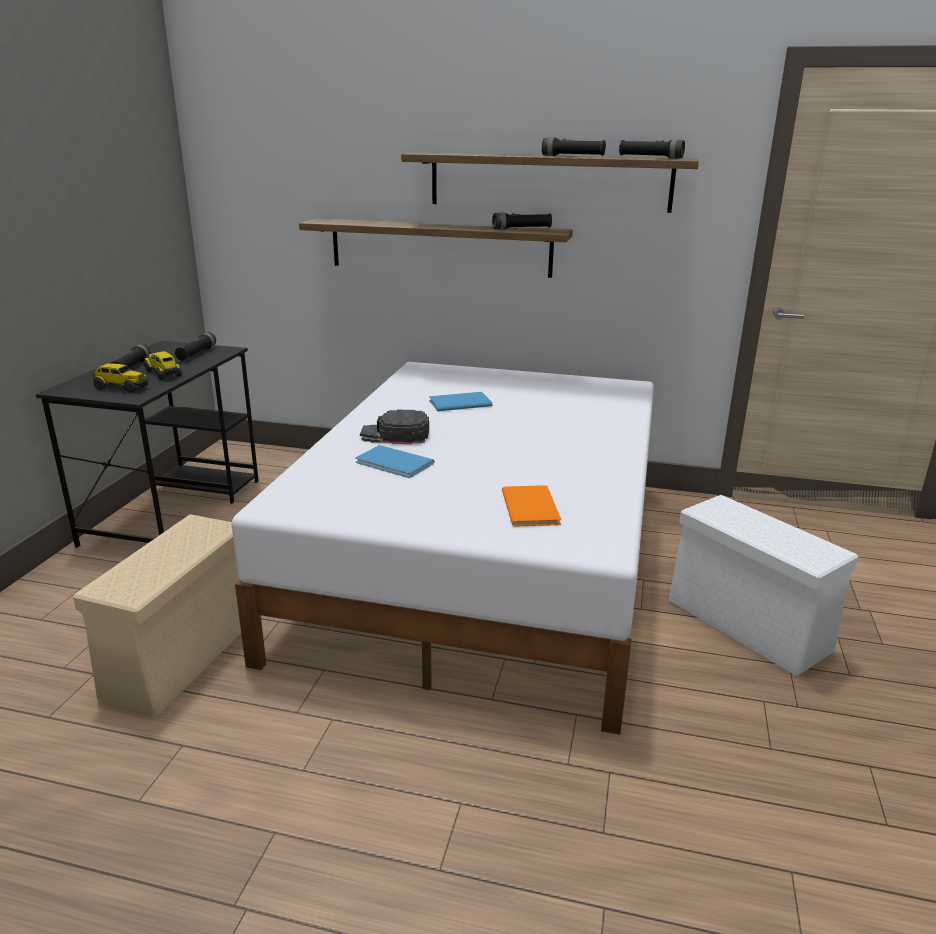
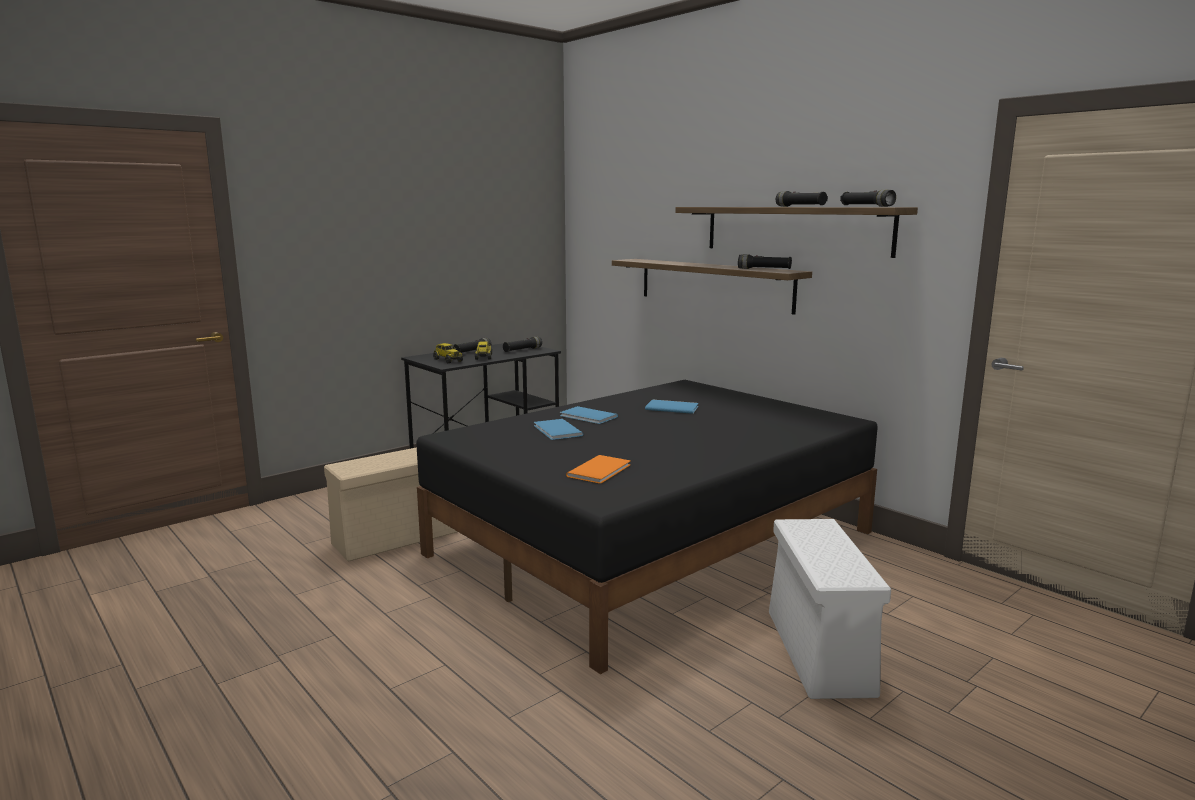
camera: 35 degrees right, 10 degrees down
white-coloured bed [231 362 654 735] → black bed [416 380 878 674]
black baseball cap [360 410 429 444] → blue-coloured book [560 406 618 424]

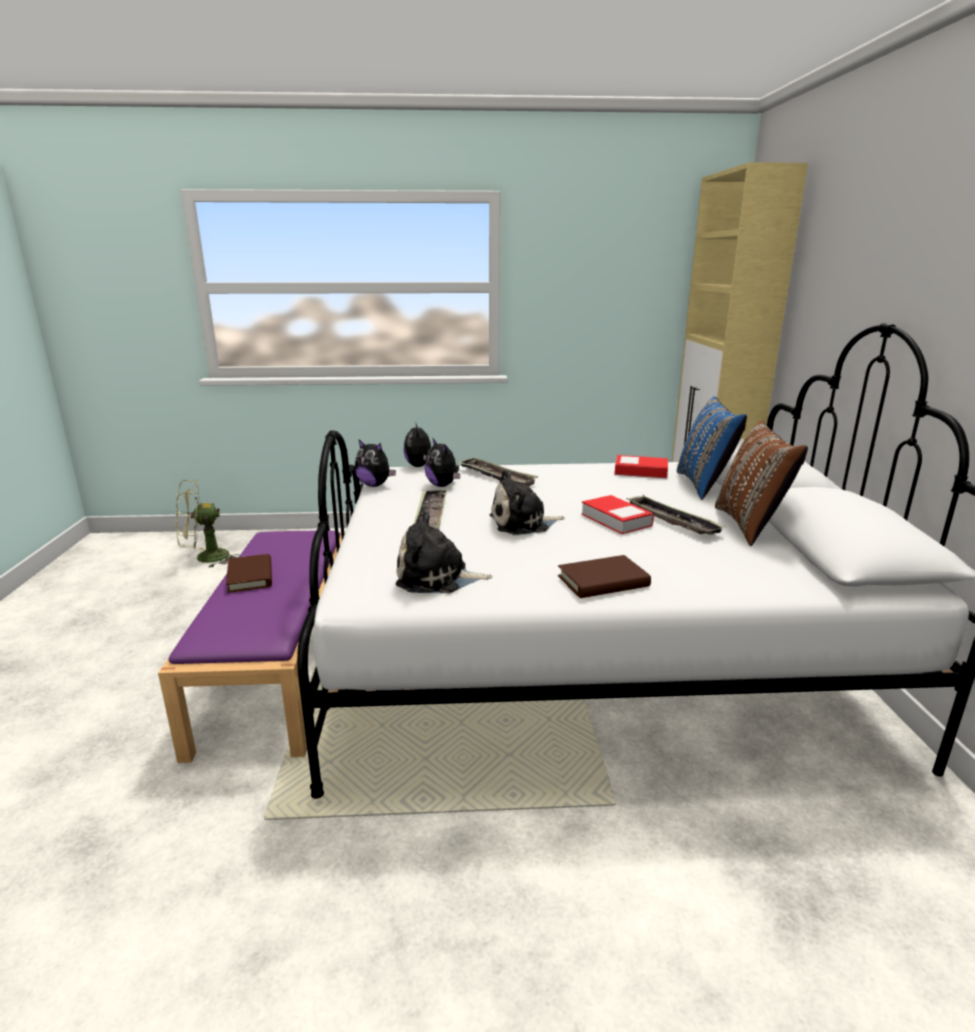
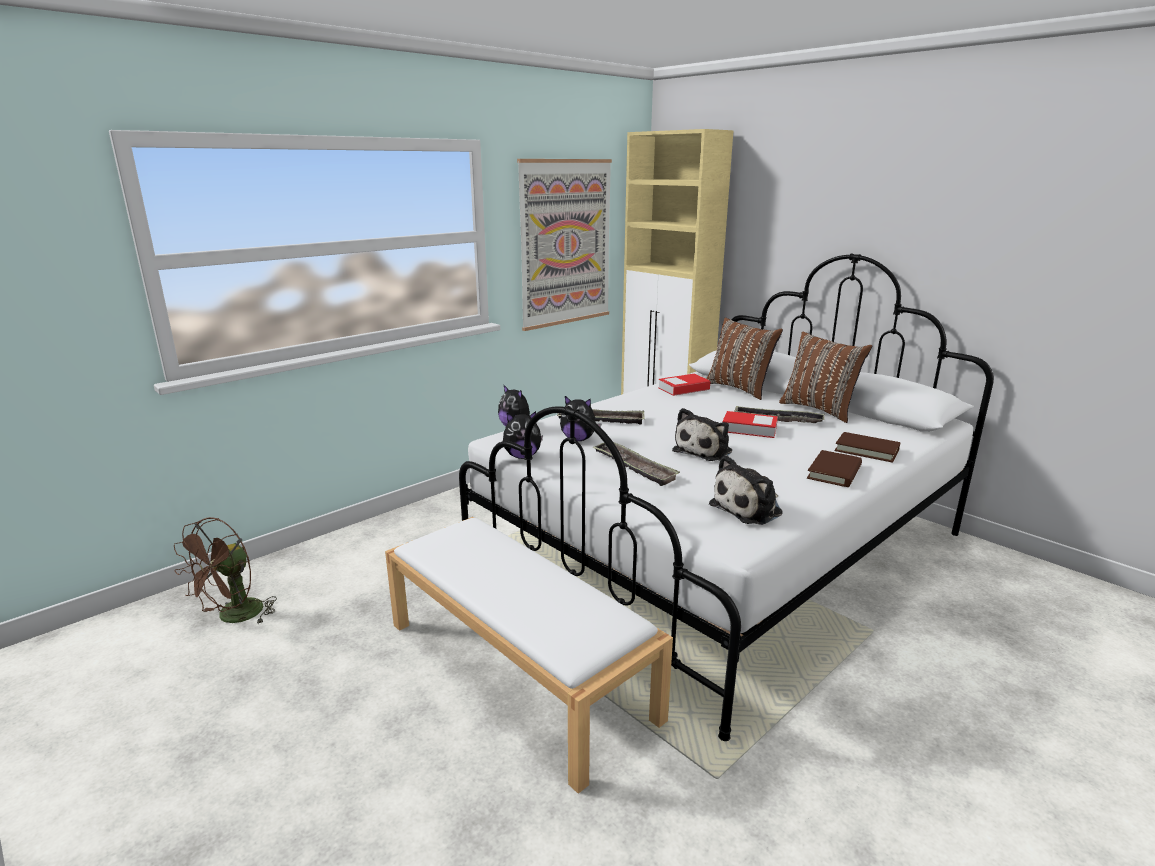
camera: 40 degrees left, 0 degrees up
green fan [176 479 239 568] → brown fan [174 517 277 624]
purple bench [158 531 345 763] → white-coloured bench [385 517 673 794]
- → wall picture [517 159 612 331]
blue-coloured pillow [677 396 747 500] → brown pillow [706 318 783 400]
brown book [226 554 272 593] → brown book [835 432 900 463], moved

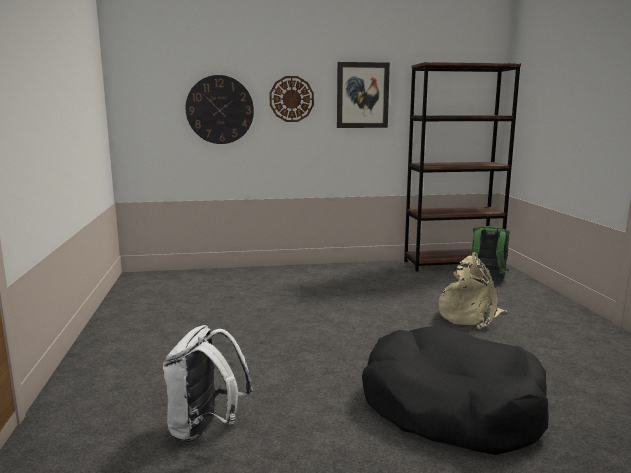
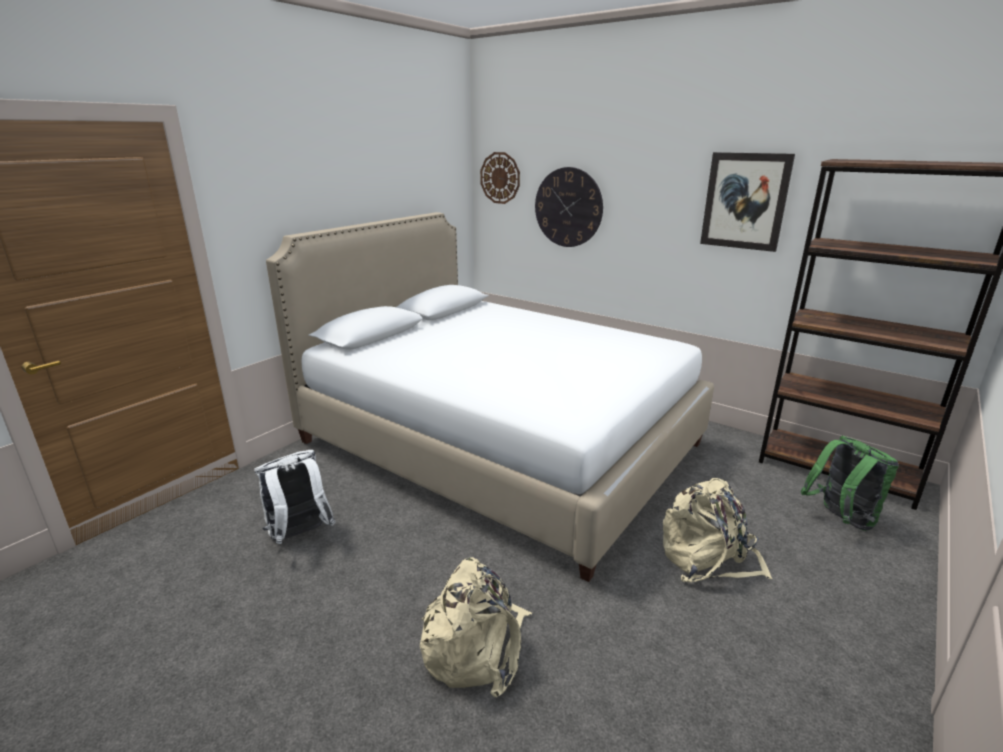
camera: 45 degrees right, 10 degrees up
- → white-coloured bed [266 212 714 582]
black dog bed [362 327 549 455] → sand-coloured backpack [420 557 532 698]
clock on the wall [269 76 314 122] → clock on the wall [480 152 520 204], moved

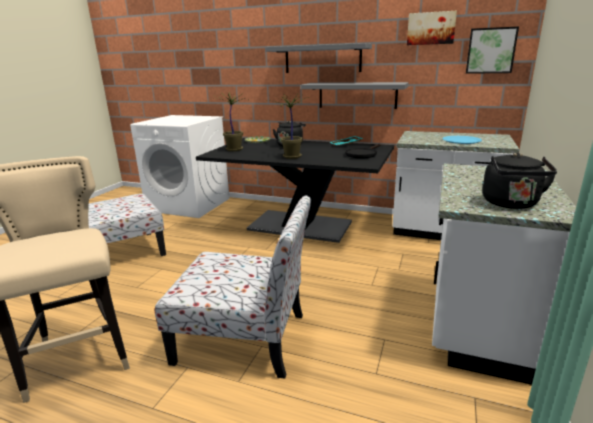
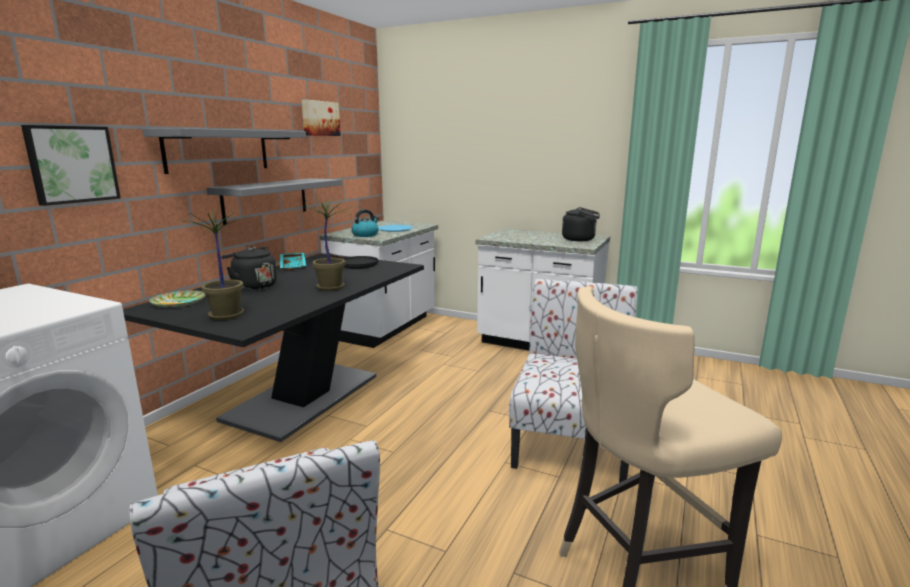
camera: 85 degrees left, 5 degrees down
wall picture [466 26 519 74] → wall picture [21 125 121 206], moved
- → kettle [351 209 379 237]

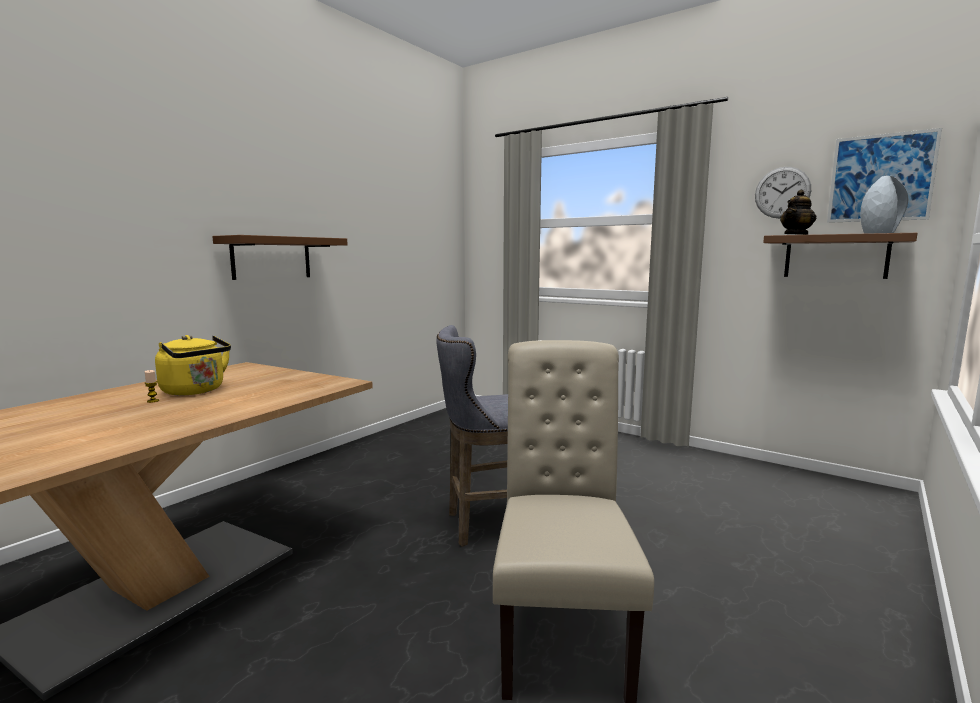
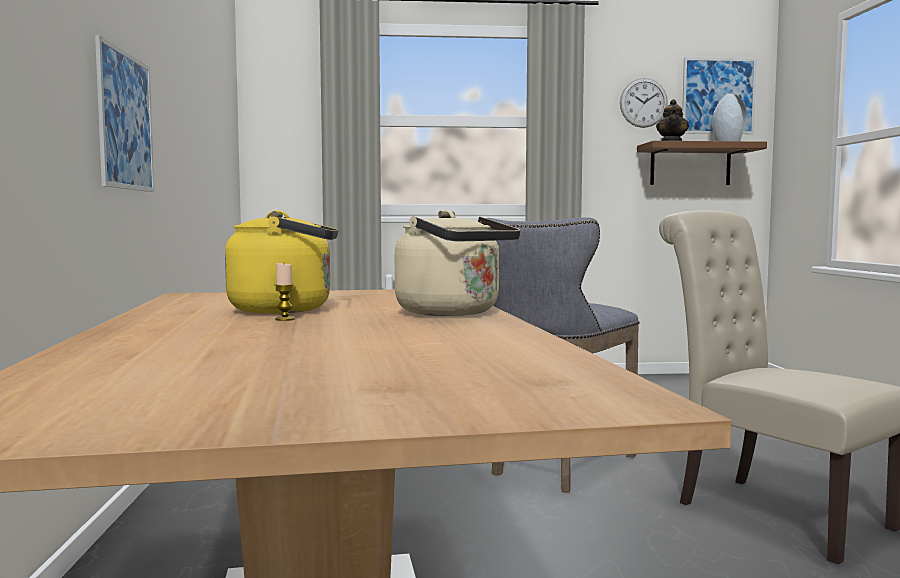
camera: 40 degrees left, 5 degrees down
brown shelf [212 235 348 280] → wall picture [95 35 154 192]
- → sand-coloured kettle [395 210 520 316]

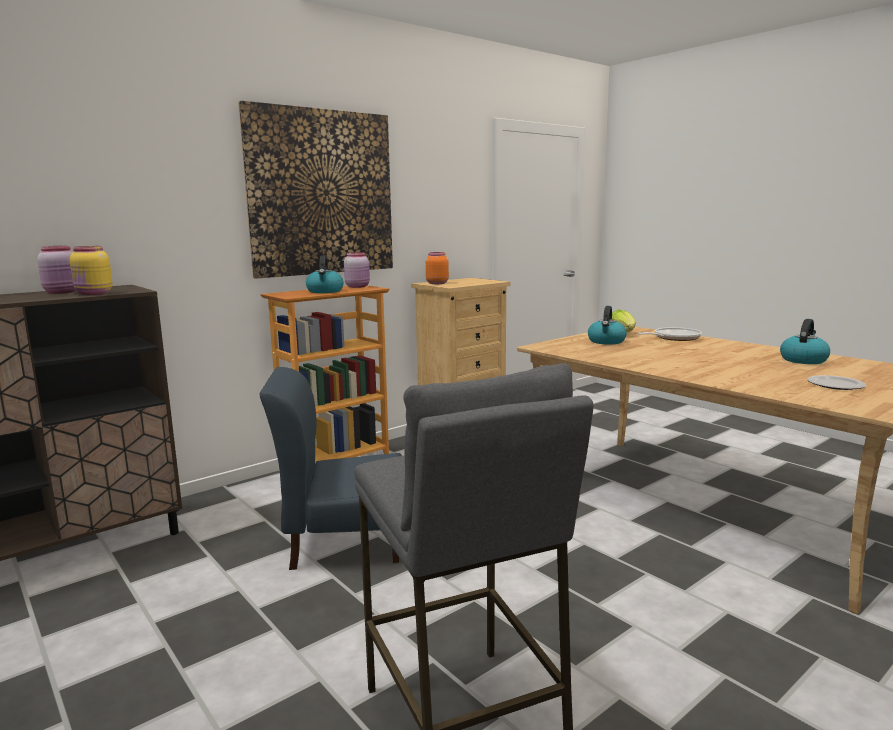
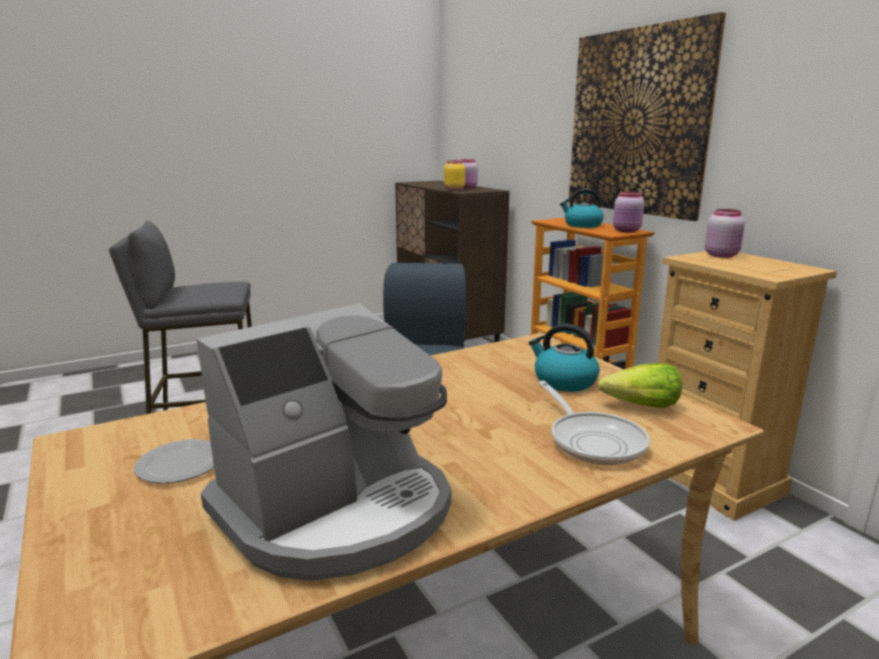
camera: 100 degrees right, 5 degrees up
kettle [780 319 830 364] → coffee maker [196 303 452 581]
orangey preserve jar [426 252 449 284] → pink-coloured preserve jar [705 209 745 258]

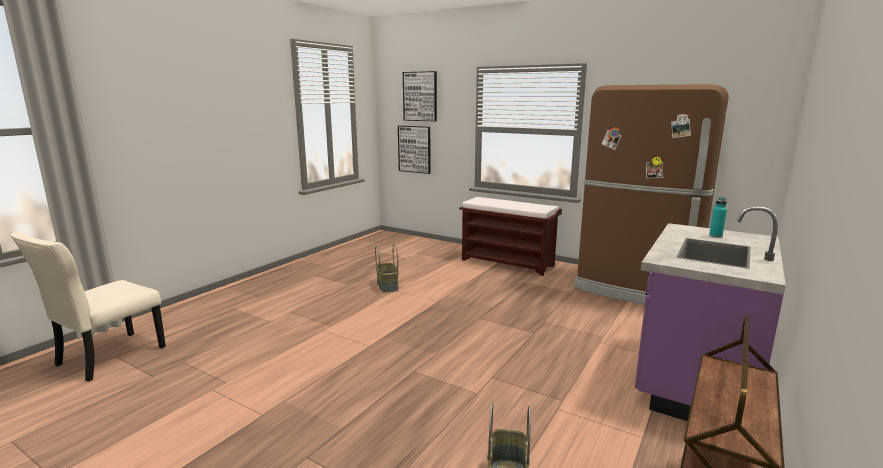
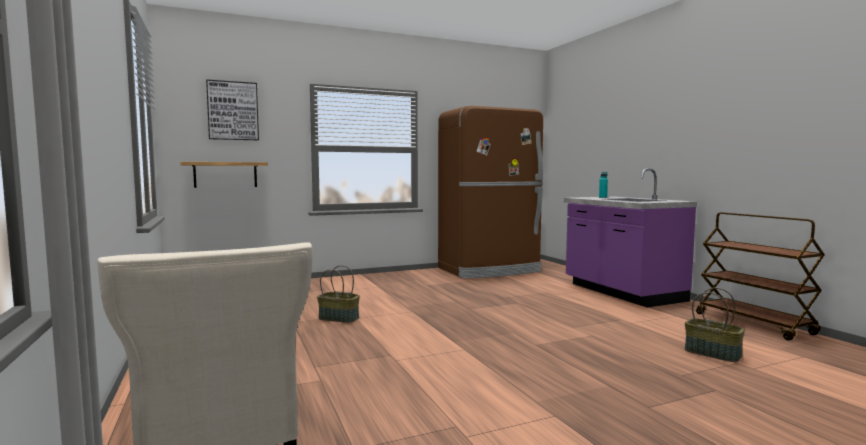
camera: 55 degrees left, 10 degrees down
wall picture [398 126 431 174] → shelf [180 162 268 188]
brown bench [459 197 562 276] → -

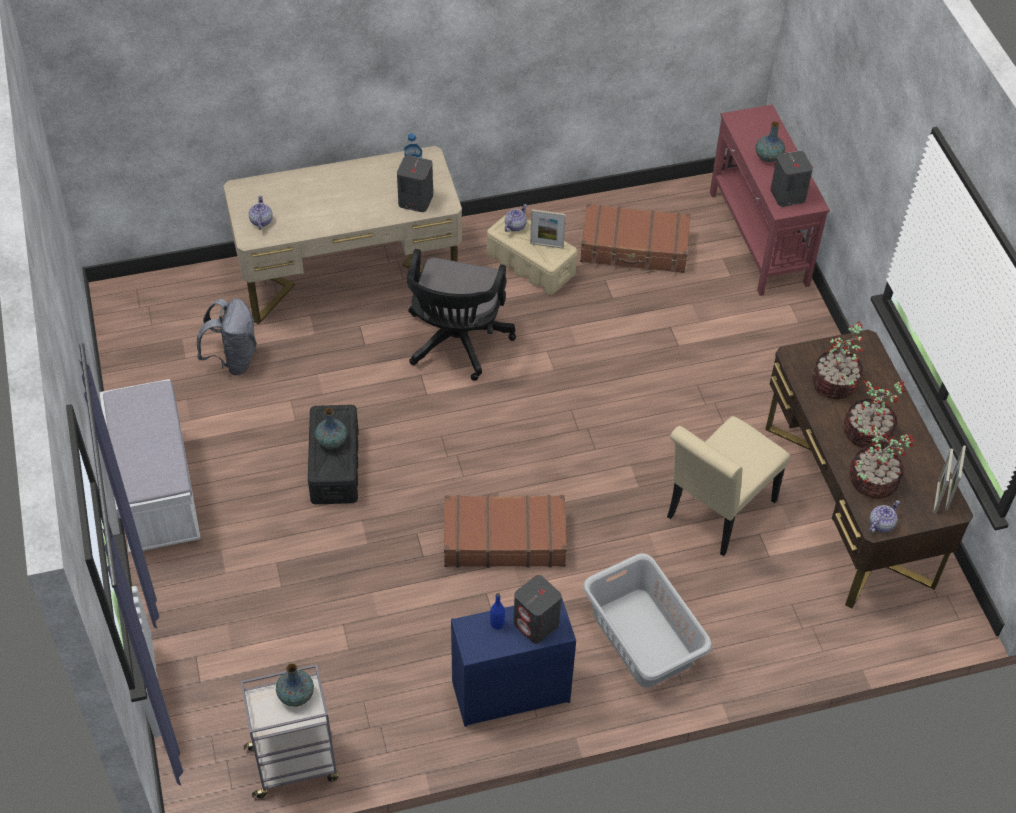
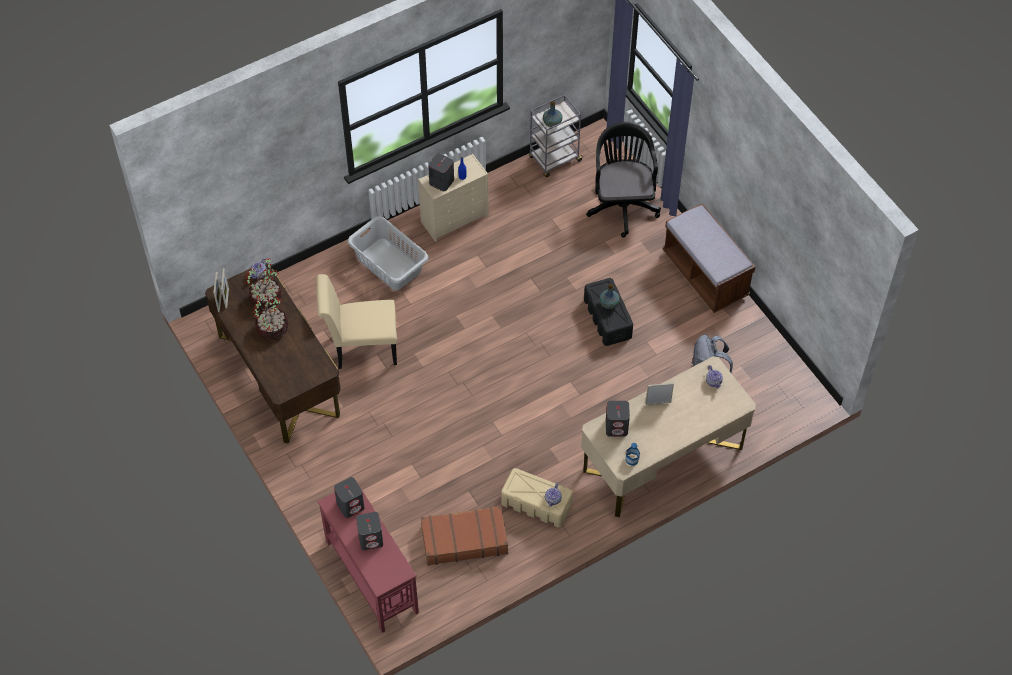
camera: 165 degrees right, 5 degrees up
sand-coloured chair [667 416 790 556] → sand-coloured chair [316 274 397 369], 120 degrees counterclockwise
decorative vase [755 121 785 162] → grey audio speaker [356 512 383 551]
blue-coloured chest of drawers [451 599 576 727] → sand-coloured chest of drawers [418 154 489 242]
black desk chair [406 249 516 381] → black desk chair [586 122 661 237], moved
photo frame [530 209 566 249] → photo frame [646 383 674 405], moved
white-coloured bench [99 379 201 554] → brown bench [663 203 755 313]
brown piece of luggage [444 495 567 568] → -
houseplant [812 321 864 399] → -

